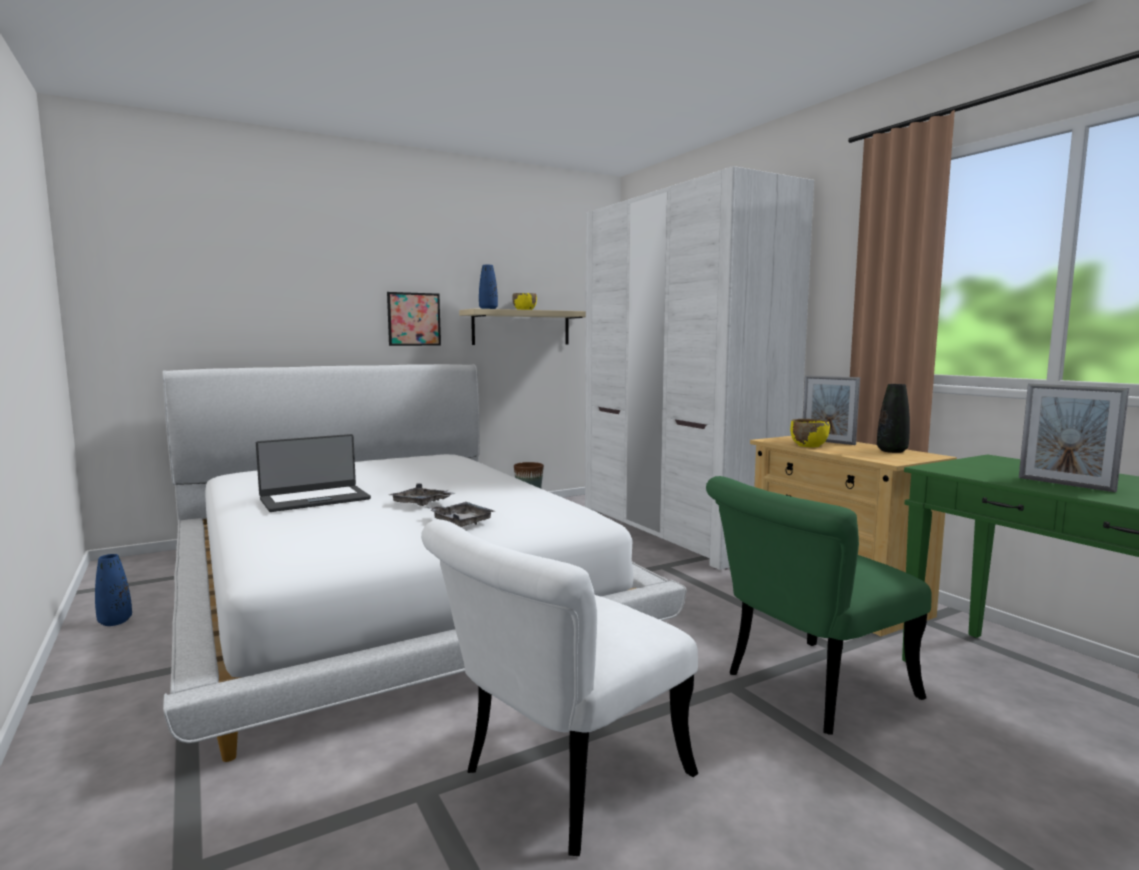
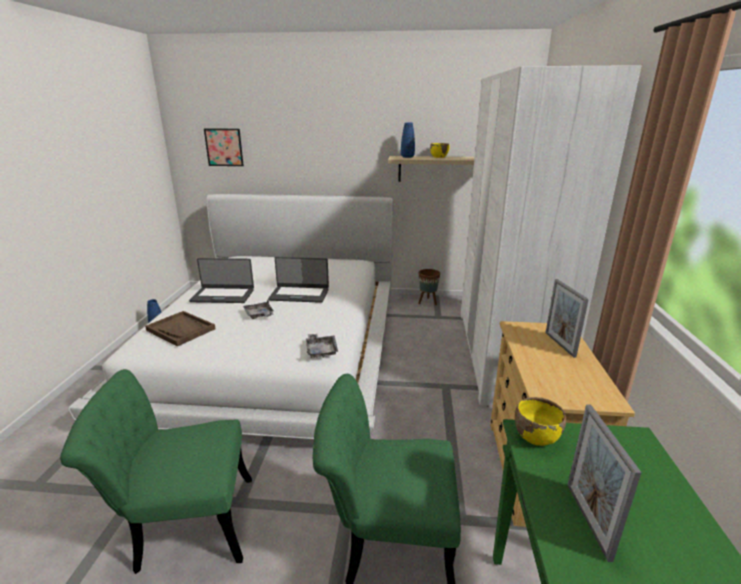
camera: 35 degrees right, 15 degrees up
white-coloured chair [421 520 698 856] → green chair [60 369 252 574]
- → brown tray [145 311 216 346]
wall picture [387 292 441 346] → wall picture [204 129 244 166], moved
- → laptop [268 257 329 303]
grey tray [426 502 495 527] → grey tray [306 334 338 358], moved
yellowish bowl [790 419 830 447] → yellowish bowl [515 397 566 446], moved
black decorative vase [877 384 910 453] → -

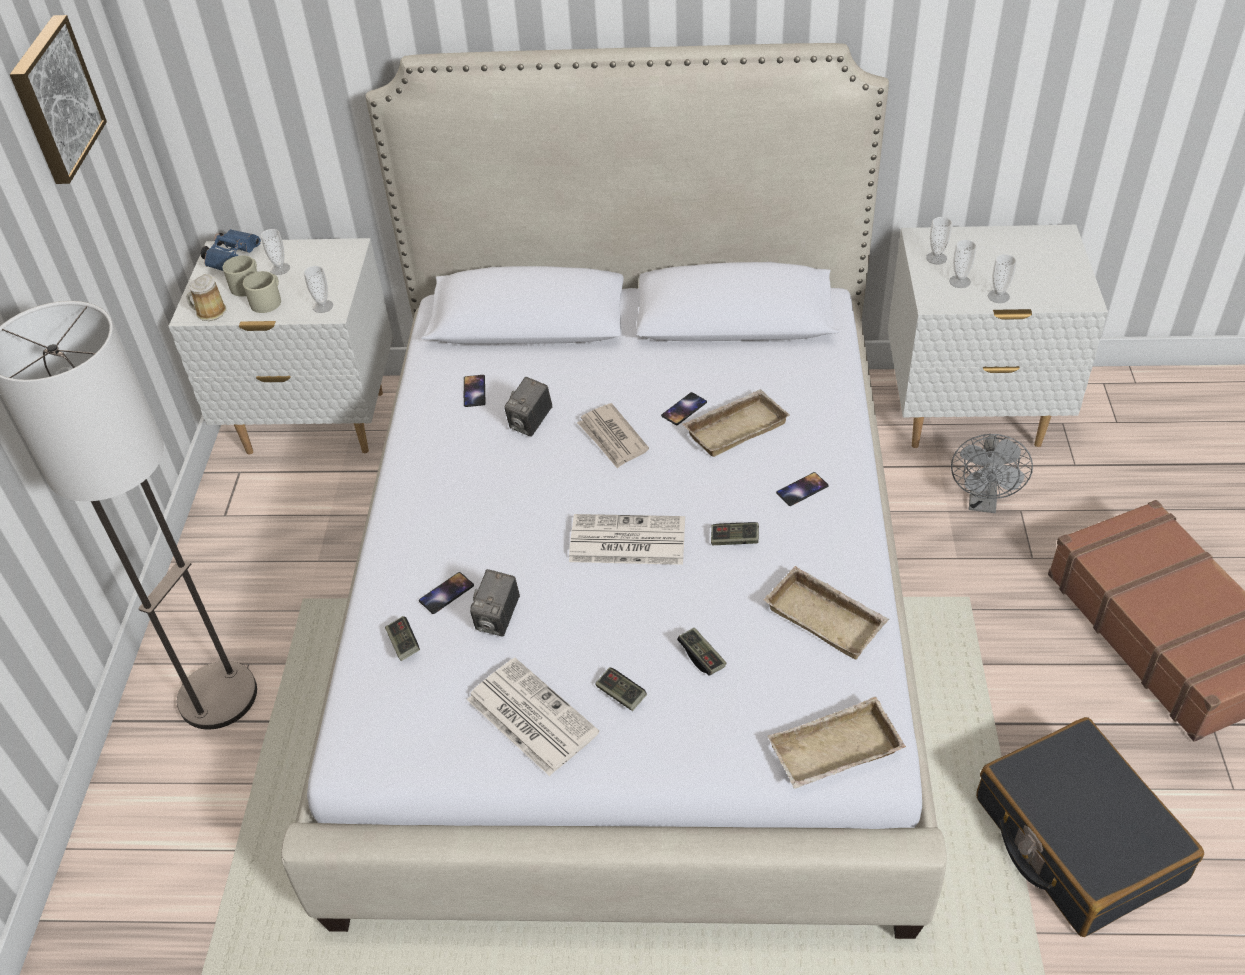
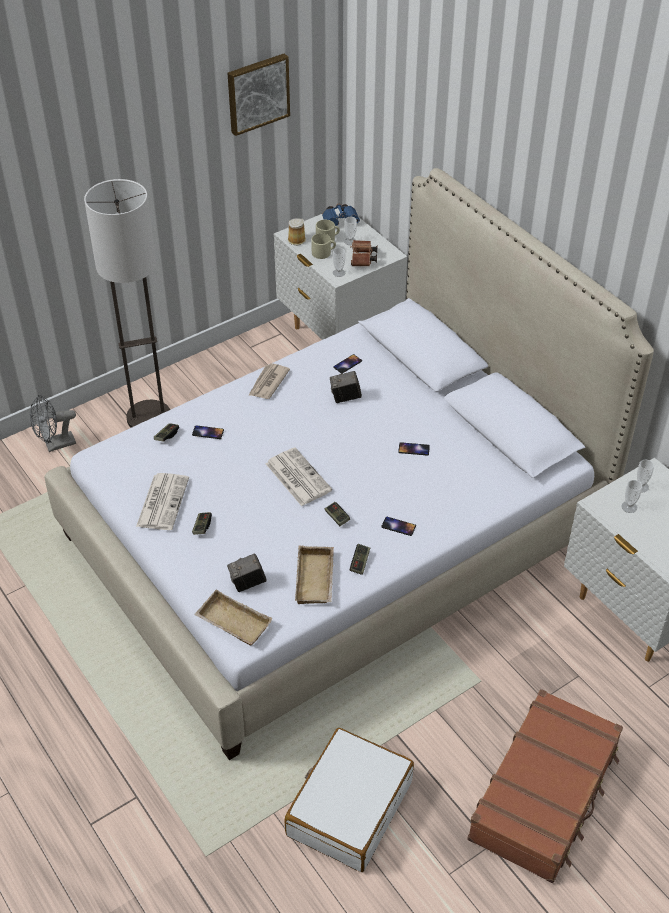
camera: 50 degrees right, 0 degrees up
grey fan [951 434 1033 513] → grey fan [30 395 76 452], moved
photo camera [470 569 520 637] → photo camera [227 553 267 592], moved
newspaper [577 403 649 469] → newspaper [249 363 290 399], moved
black piece of luggage [976 717 1204 937] → white-coloured piece of luggage [285 728 414 872]
- → brown field glasses [350 240 377 266]
joypad [677 628 727 675] → joypad [350 544 370 575], moved
sand-coloured tray [682 389 790 457] → -
drinking cup [988 254 1017 303] → -

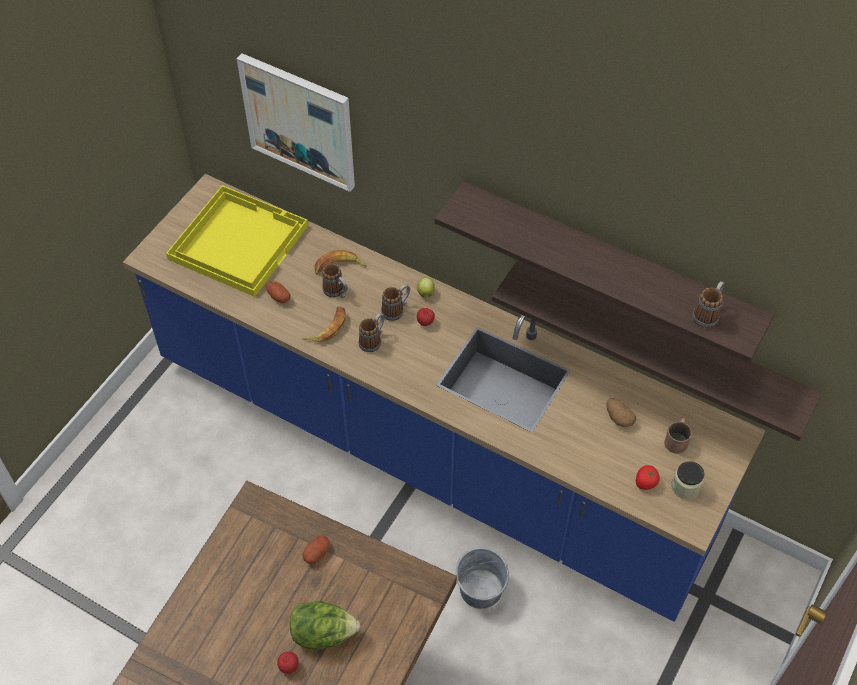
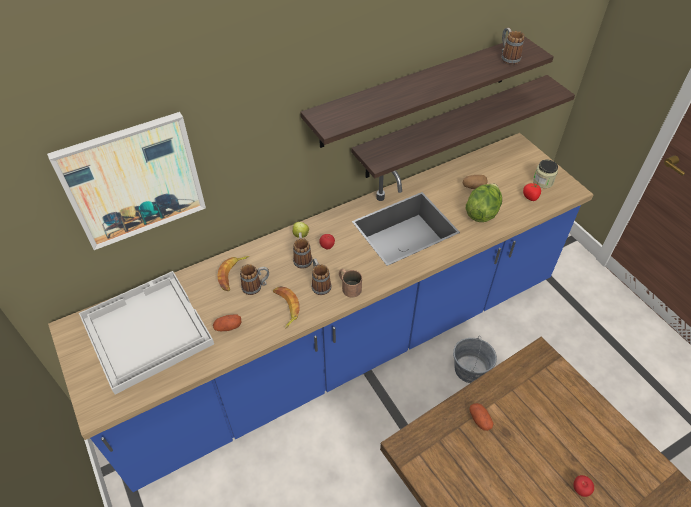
camera: 60 degrees left, 5 degrees down
yellowish tray [166 185 308 297] → white-coloured tray [79 271 214 395]
brown mug [664 417 692 454] → brown mug [339 269 362 298], moved
lettuce [290 601 360 650] → lettuce [466 183 502 222], moved

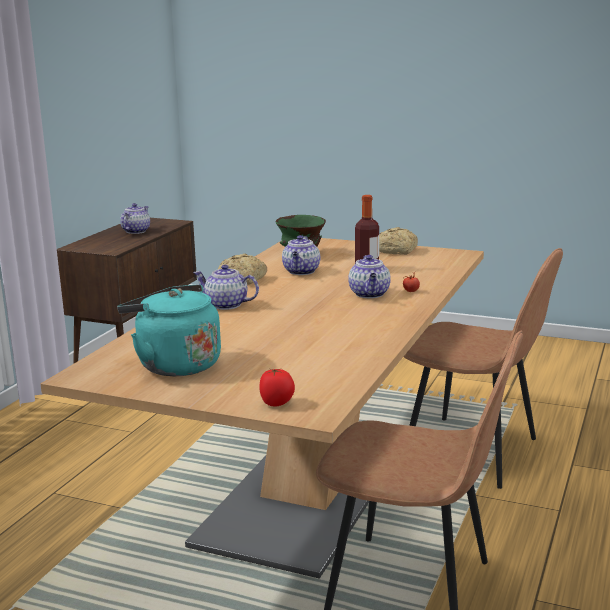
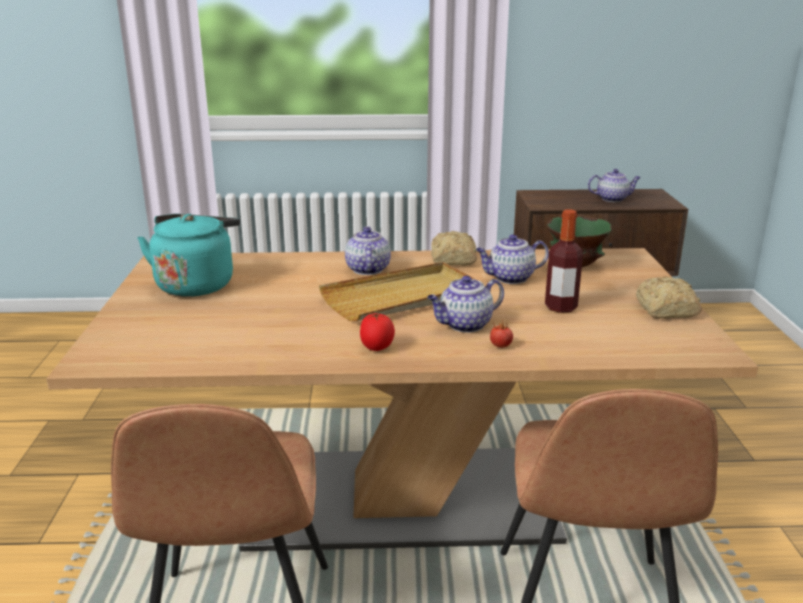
camera: 65 degrees right, 5 degrees up
- → sand-coloured tray [319 262 477 321]
fresh tomato [260 369 295 407] → fresh tomato [360 313 395 351], moved

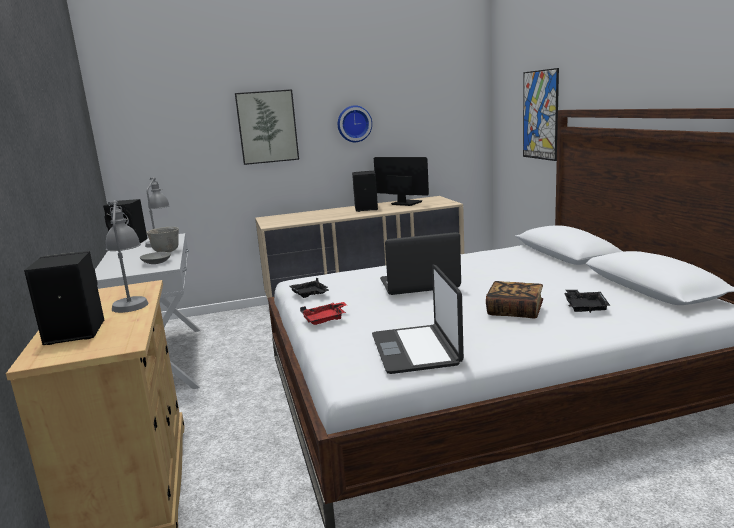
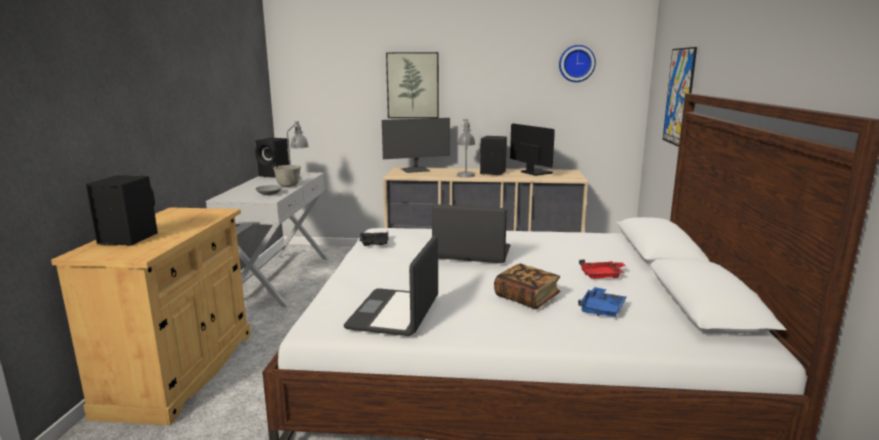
camera: 20 degrees right, 0 degrees up
- → computer screen [382 118 450 173]
grey lamp for a table [106 200 148 313] → grey lamp for a table [457 119 475 178], moved
clock on the wall [338 105 372 142] → clock on the wall [559 45 596 82], moved
black tray [564 290 610 313] → blue-coloured tray [578 287 626 317]
reddish tray [300 302 347 325] → reddish tray [579 259 626 279], moved

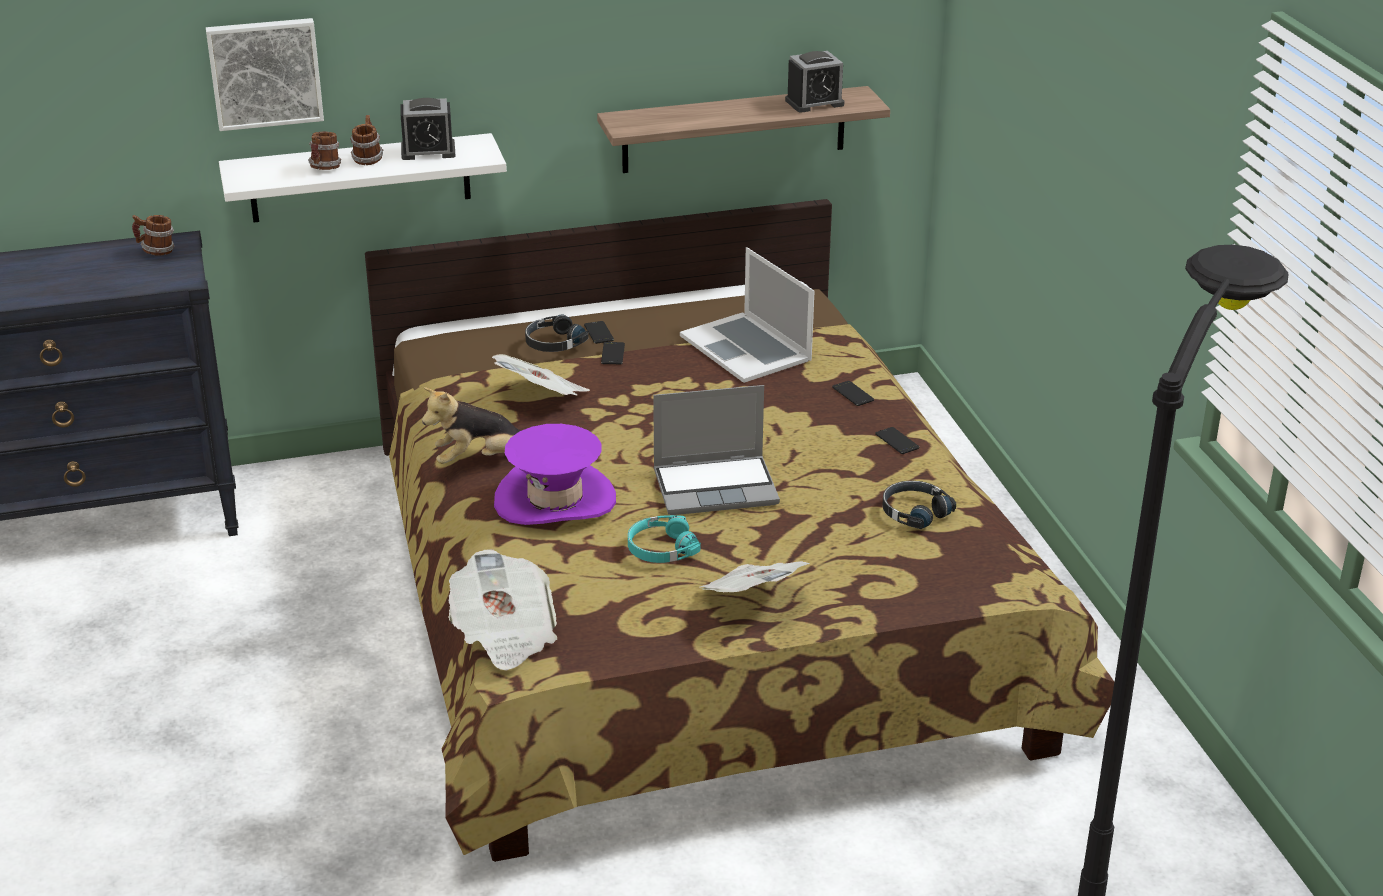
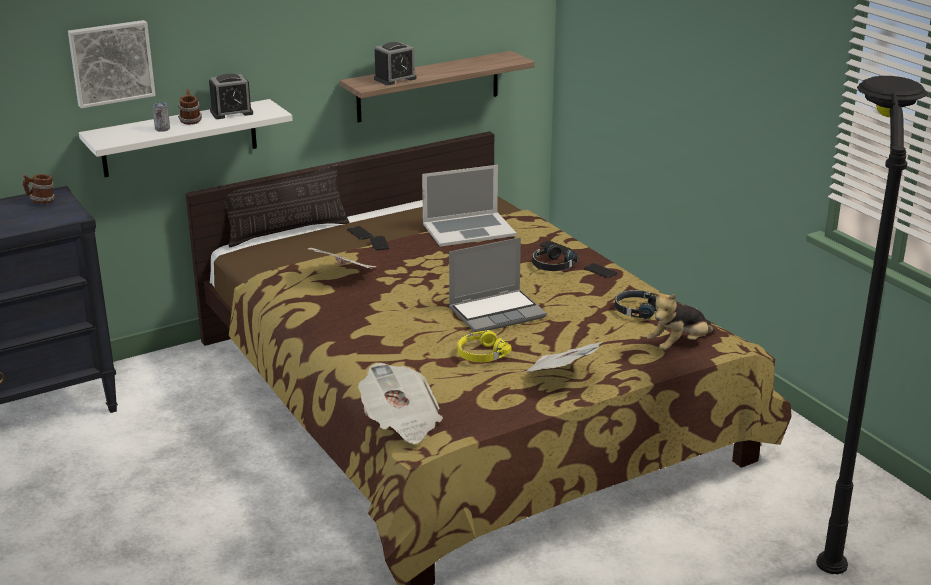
camera: 15 degrees left, 5 degrees down
mug [308 132 341 170] → can [153 102 170 132]
- → pillow [219 164 349 247]
alarm clock [785 51 844 113] → alarm clock [374 42 416 85], moved
laptop [680 247 814 383] → laptop [422 165 516 247], 60 degrees counterclockwise
turquoise-coloured headphones [628 515 701 563] → yellowish headphones [457 330 511 362]
black headphones [525 315 589 352] → black headphones [532 245 579 271], moved
plush toy [422 388 521 464] → plush toy [647 293 715 350], moved
purple clothing hat [494 424 616 525] → -

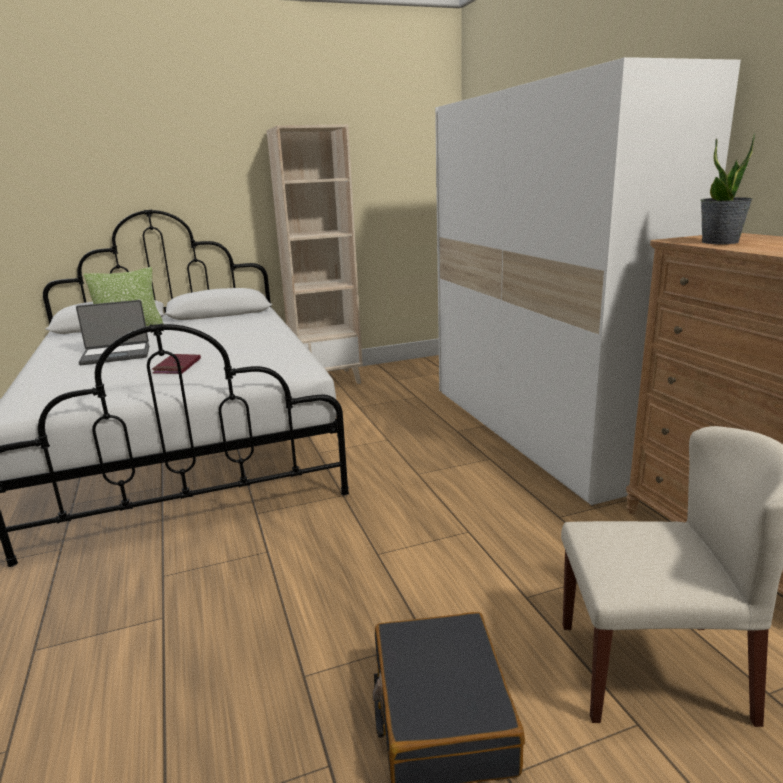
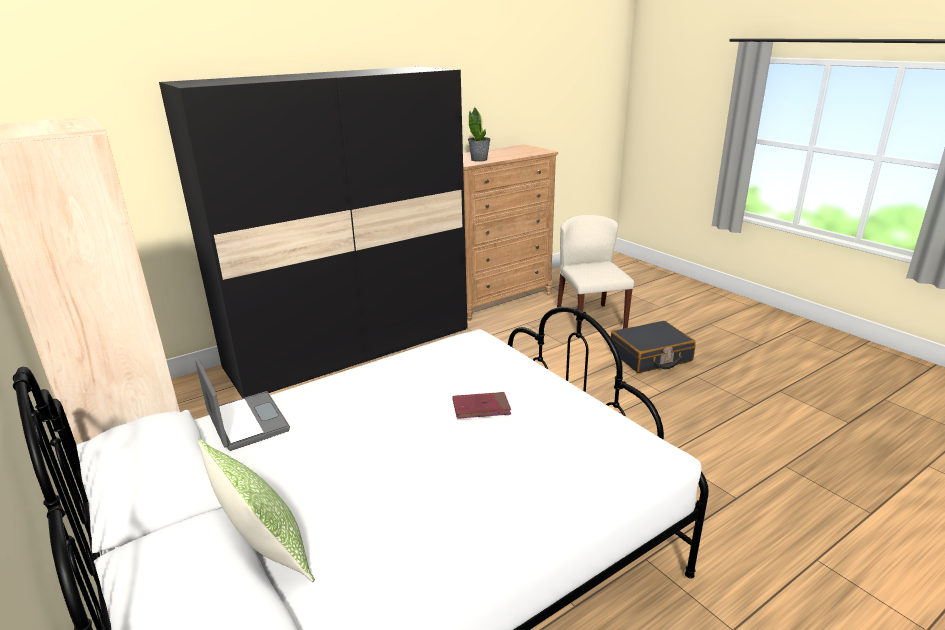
camera: 105 degrees left, 5 degrees up
white-coloured clothes cupboard [435 57 741 506] → black clothes cupboard [159 66 467 398]
laptop [76 300 149 365] → laptop [195 359 290 451], moved

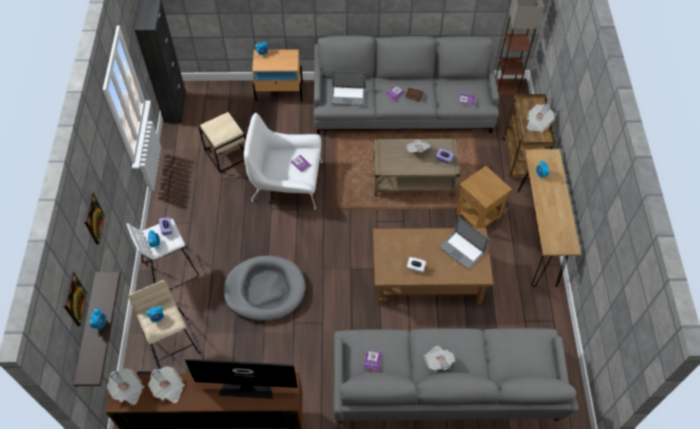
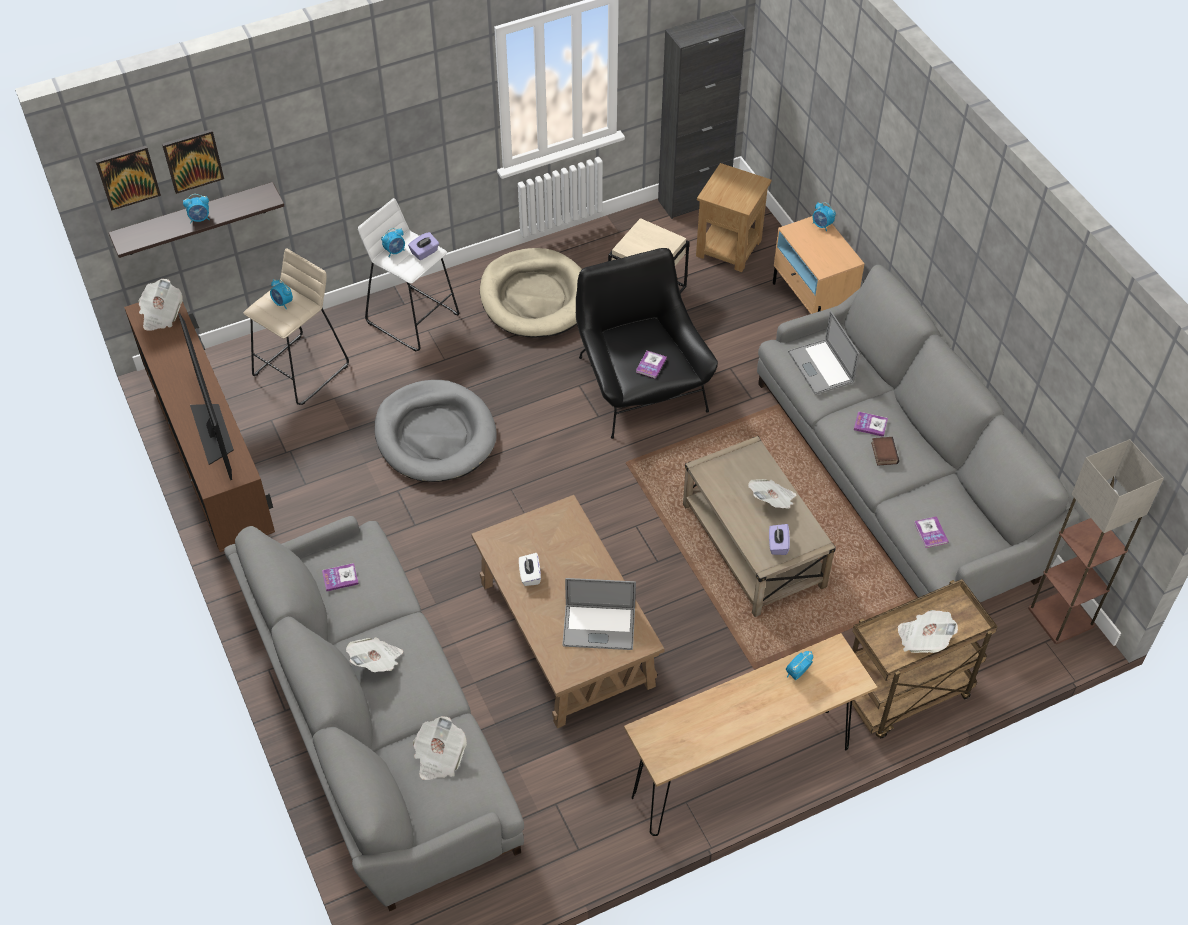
camera: 65 degrees right, 5 degrees down
wall picture [84 192 105 245] → wall picture [95 146 161 211], moved
newspaper [148 366 185 403] → newspaper [413 716 467 780], moved
- → sand-coloured dog bed [480 248 582 337]
laptop [439 217 489 270] → laptop [563 578 636 650], 105 degrees counterclockwise
white-coloured easy chair [244 113 322 210] → black easy chair [576 248 718 439]
brown side table [456 166 512 228] → brown side table [696 163 772 272], moved

